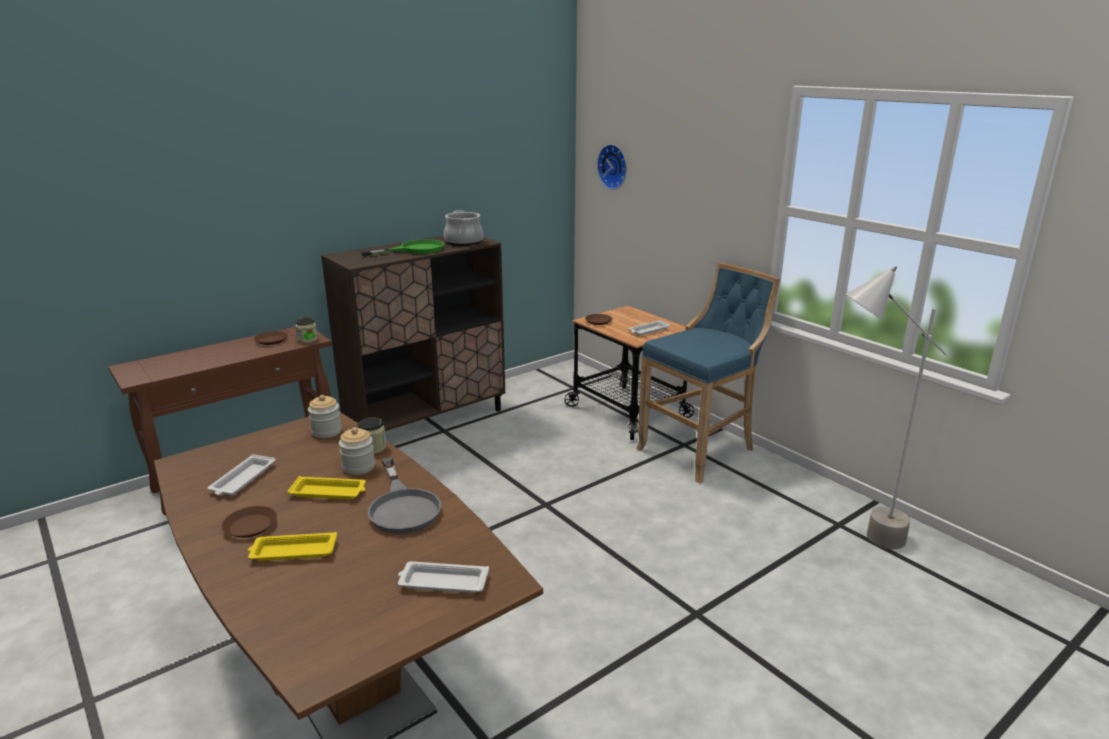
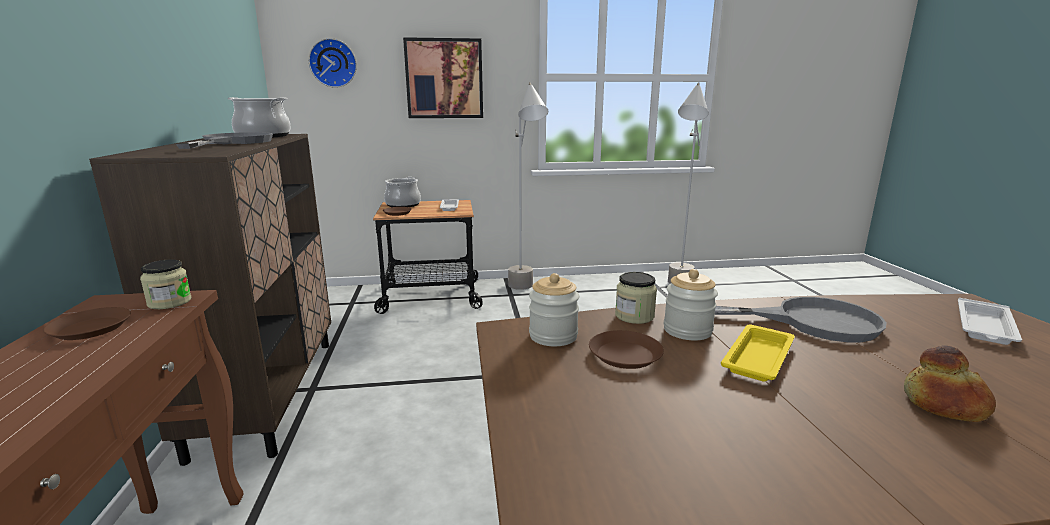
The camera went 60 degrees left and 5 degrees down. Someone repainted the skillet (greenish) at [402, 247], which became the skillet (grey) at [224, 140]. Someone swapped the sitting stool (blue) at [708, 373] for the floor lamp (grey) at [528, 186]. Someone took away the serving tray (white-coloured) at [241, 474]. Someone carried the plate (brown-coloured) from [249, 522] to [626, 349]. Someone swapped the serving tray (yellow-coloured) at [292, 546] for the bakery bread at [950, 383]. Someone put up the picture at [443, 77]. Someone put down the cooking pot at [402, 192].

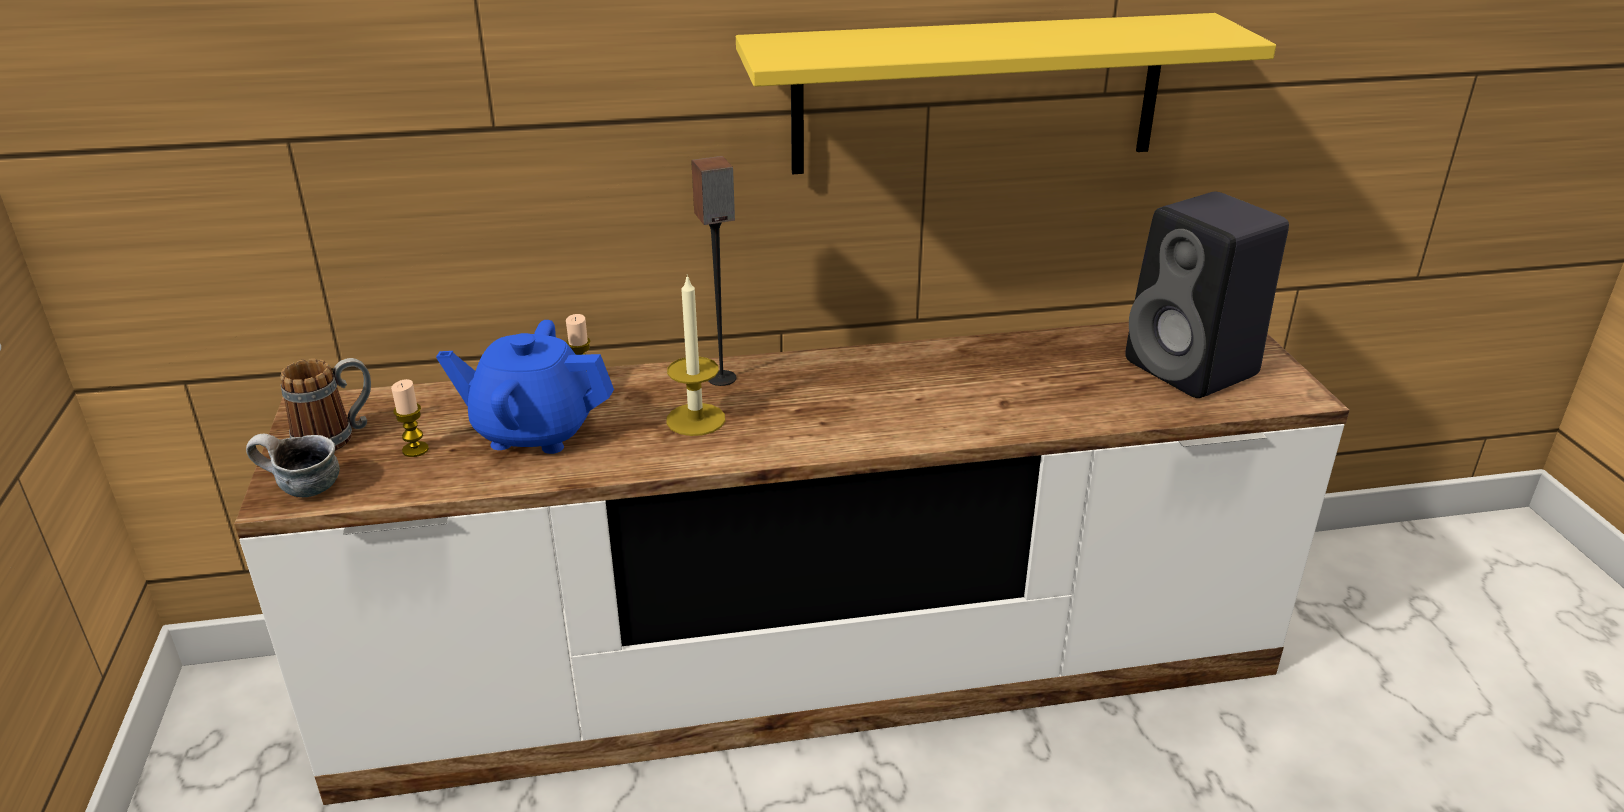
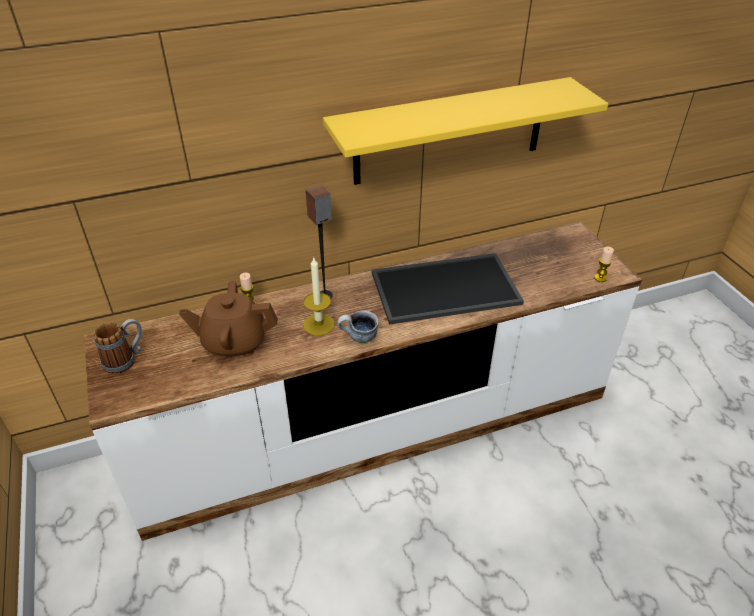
The camera went 10 degrees left and 10 degrees up. Someone took away the speaker (black-coloured) at [1207, 294]. Someone repainted the pot for tea (blue) at [525, 387], which became the pot for tea (brown-coloured) at [228, 319]. Someone carried the candle from [410, 418] to [604, 264]. Someone carried the coffee mug from [293, 465] to [358, 326]. Someone put down the serving tray at [448, 289].

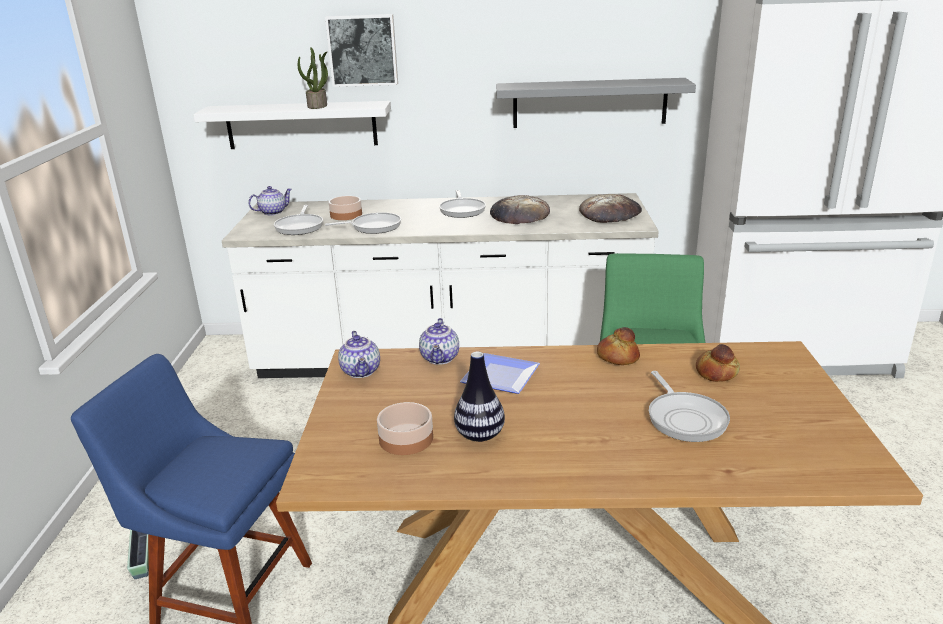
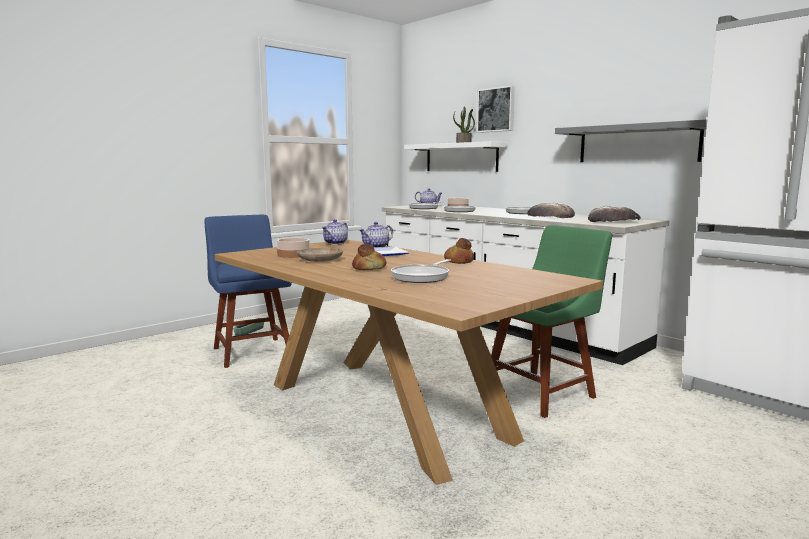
The camera went 45 degrees right and 15 degrees down. Someone carried the bakery bread from [718, 363] to [369, 256]. Someone swapped the decorative vase at [479, 397] for the plate (sand-coloured) at [320, 255].

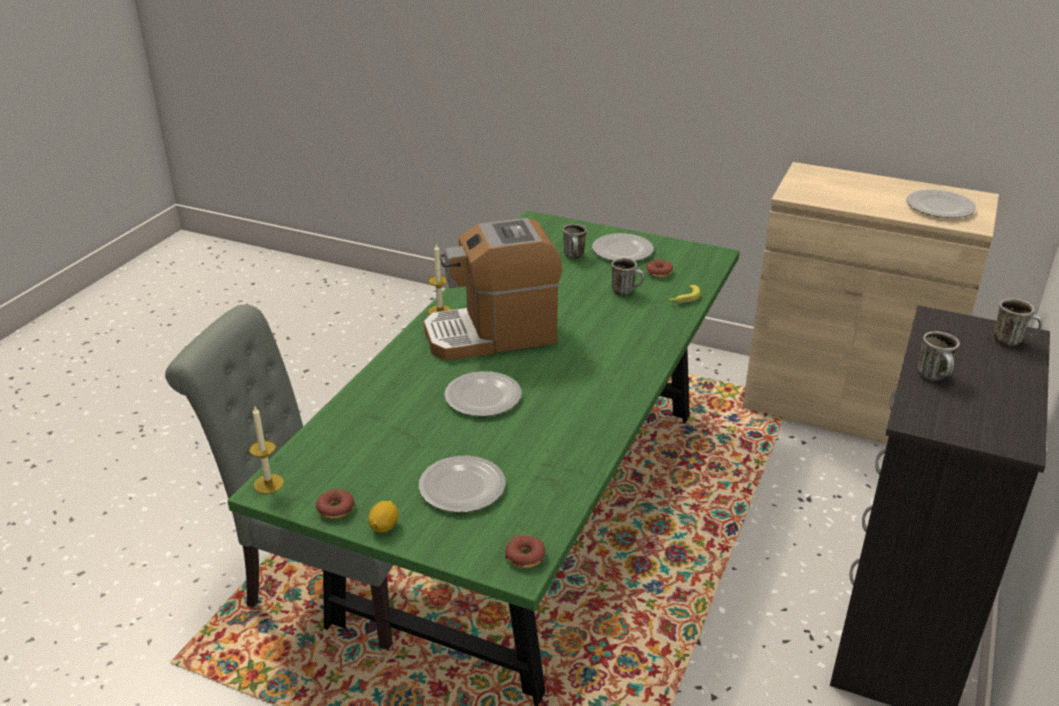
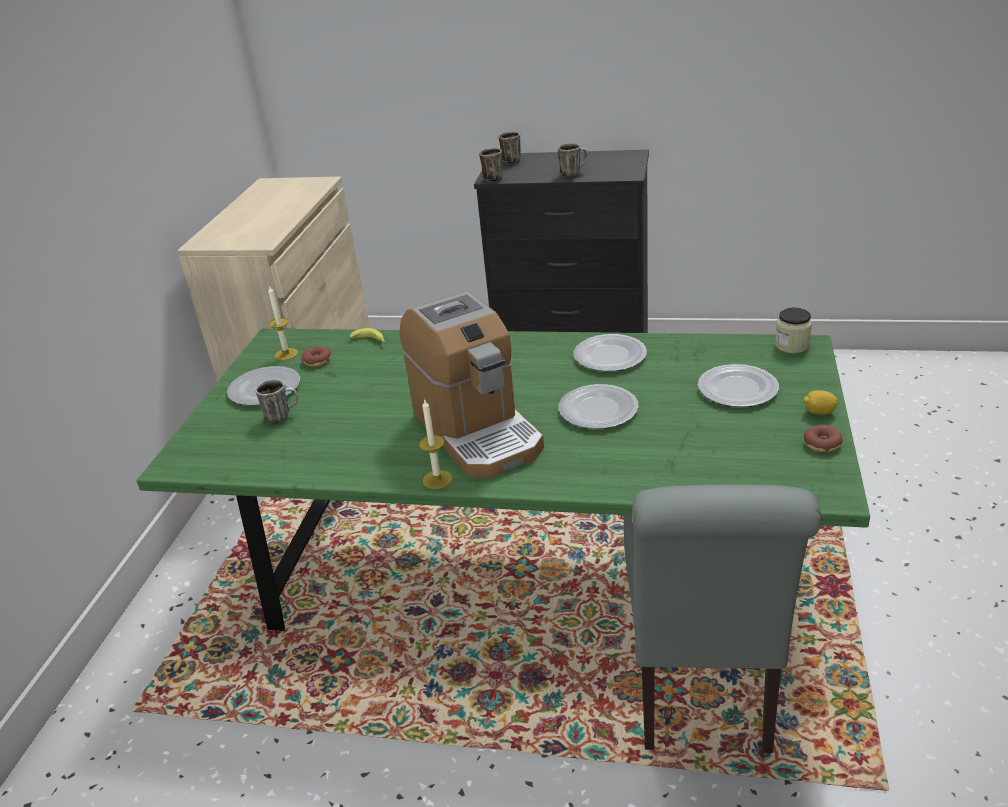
The camera went 100 degrees left and 0 degrees up. Someone carried the plate from [941, 203] to [610, 352]. Someone carried the coffee mug from [628, 276] to [491, 165]. Someone carried the candle from [266, 450] to [283, 322]. Someone swapped the ring doughnut at [525, 551] for the preserve jar at [793, 330].

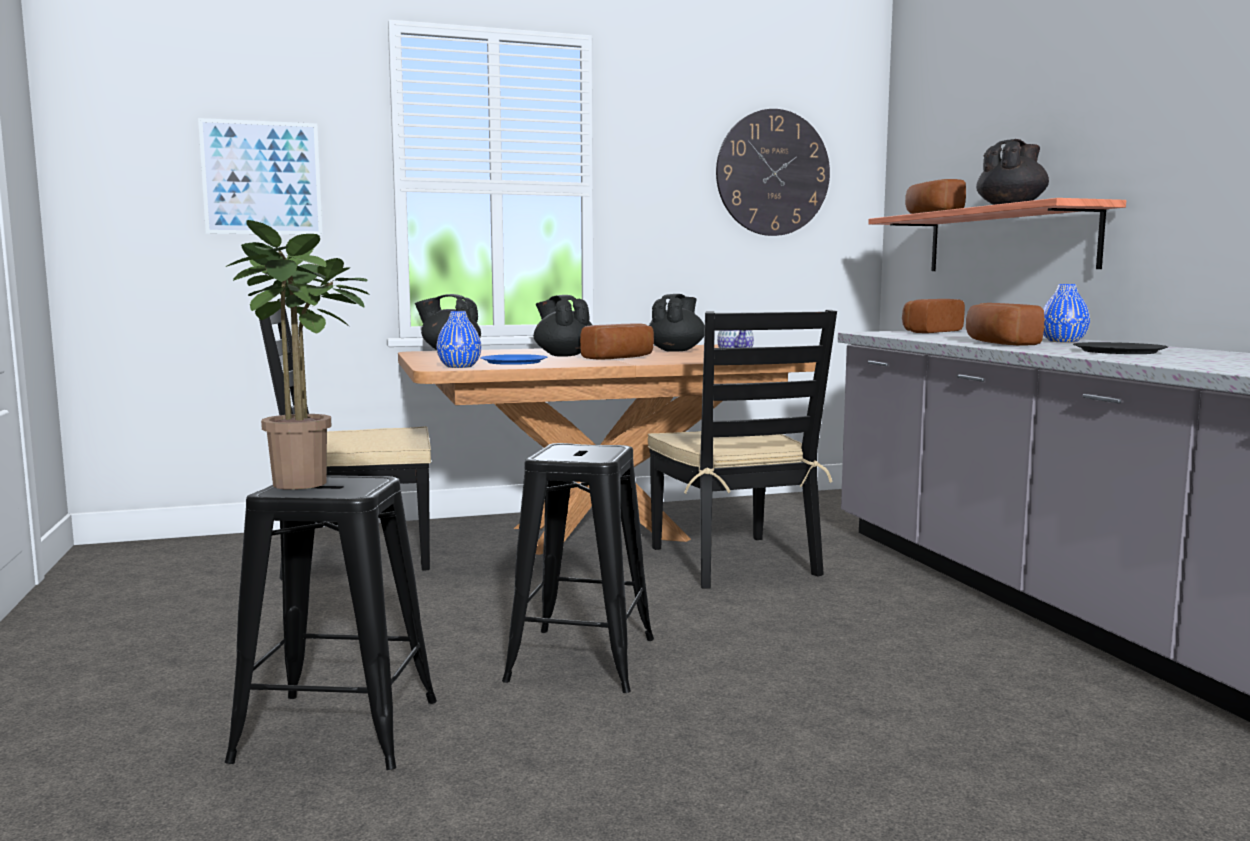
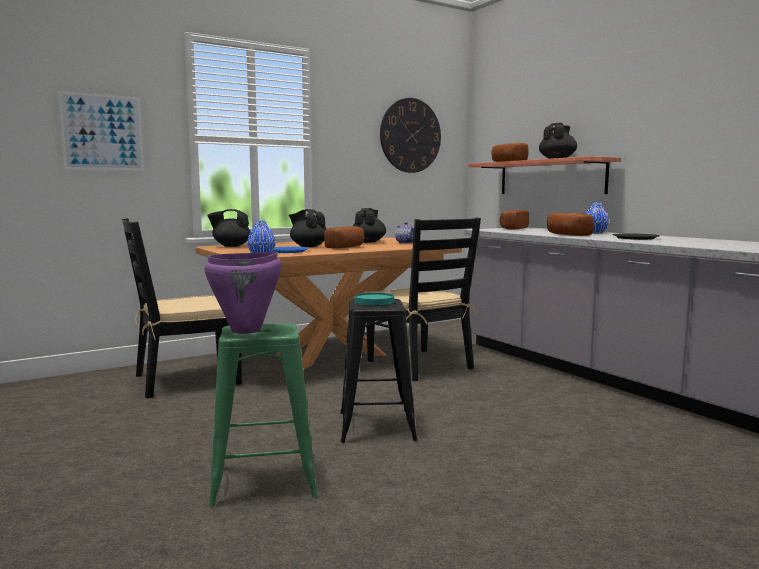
The camera went 15 degrees left and 0 degrees up. Someone swapped the potted plant at [298, 355] for the cooking pot (purple-coloured) at [243, 292]. Someone repainted the sitting stool (black-coloured) at [331, 622], which became the sitting stool (greenish) at [263, 415]. Someone put down the plate (blue-green) at [374, 299].

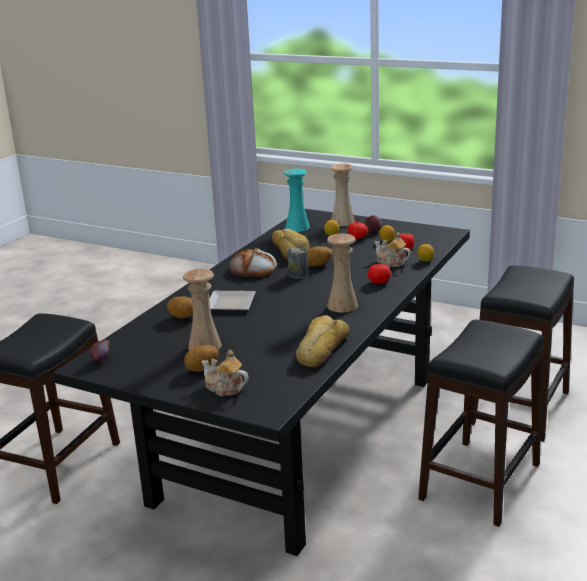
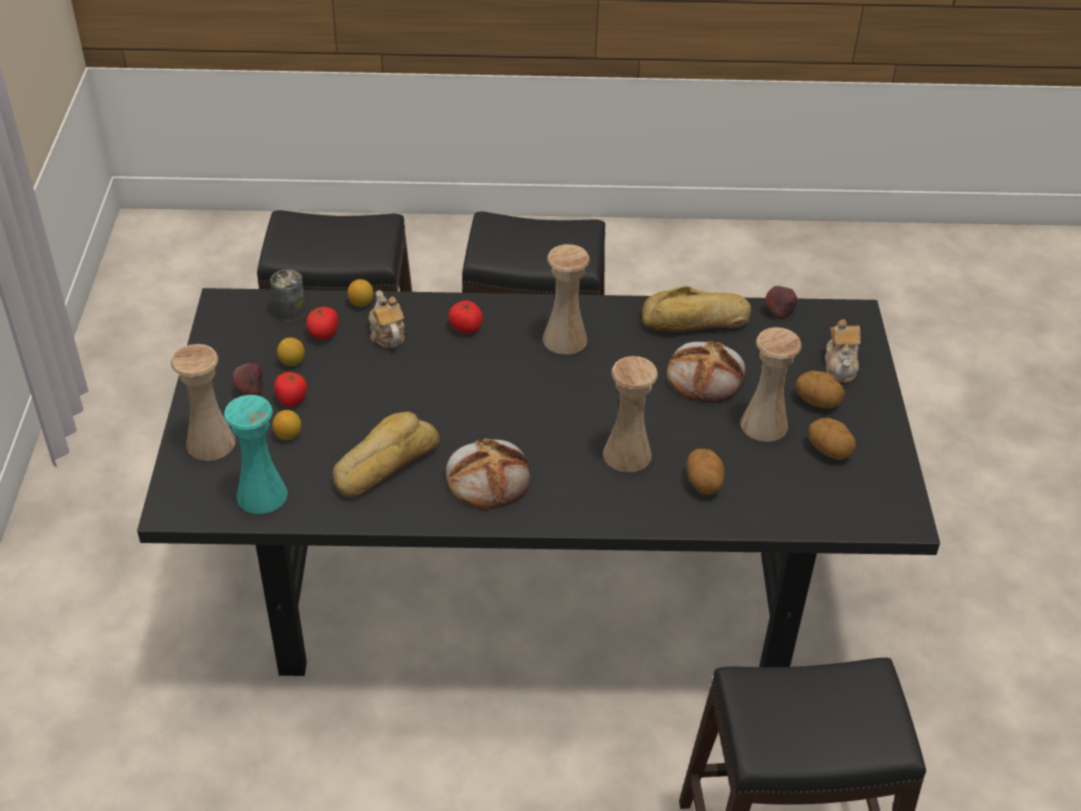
The camera went 120 degrees left and 20 degrees up. Someone rotated the pot for tea at [392, 249] by 150 degrees clockwise. Someone carried the potato from [319, 256] to [832, 439]. Someone carried the sealed can from [297, 263] to [288, 295]. Someone swapped the plate at [232, 300] for the decorative vase (sand-coloured) at [630, 414]. Someone carried the apple fruit from [100, 351] to [781, 302]. Someone put down the bakery bread at [706, 372].

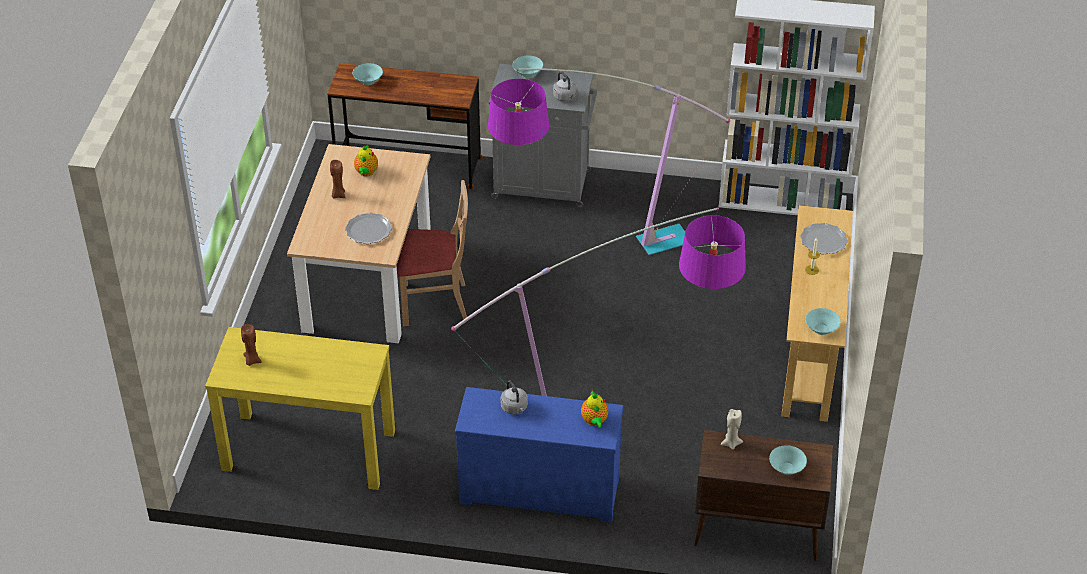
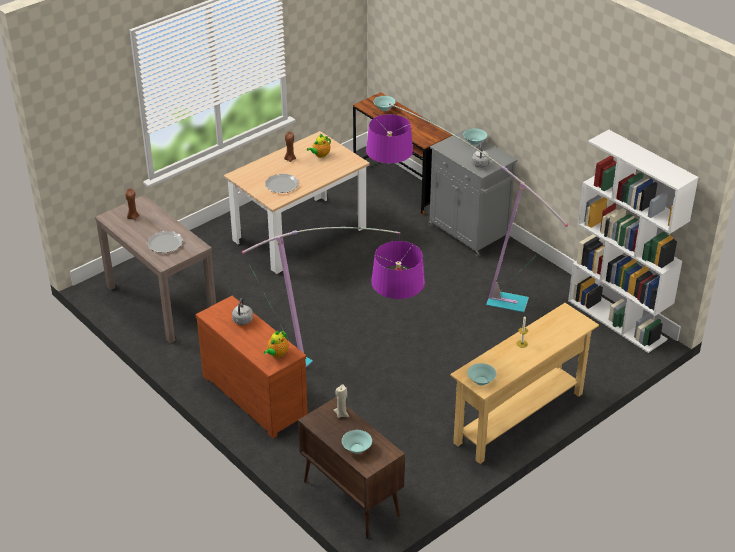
The camera went 40 degrees right and 5 degrees down. Someone took away the chair (sand-coloured) at [432, 253]. Someone carried the plate from [824, 239] to [164, 242]. Someone repainted the narrow table (yellow-coloured) at [300, 408], which became the narrow table (brown-coloured) at [155, 269]. Someone repainted the drawer chest (blue) at [539, 455], which became the drawer chest (brown-coloured) at [252, 367].

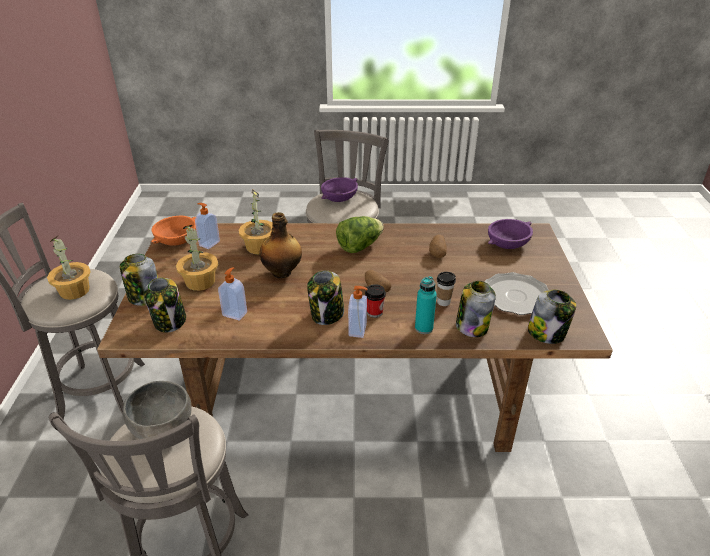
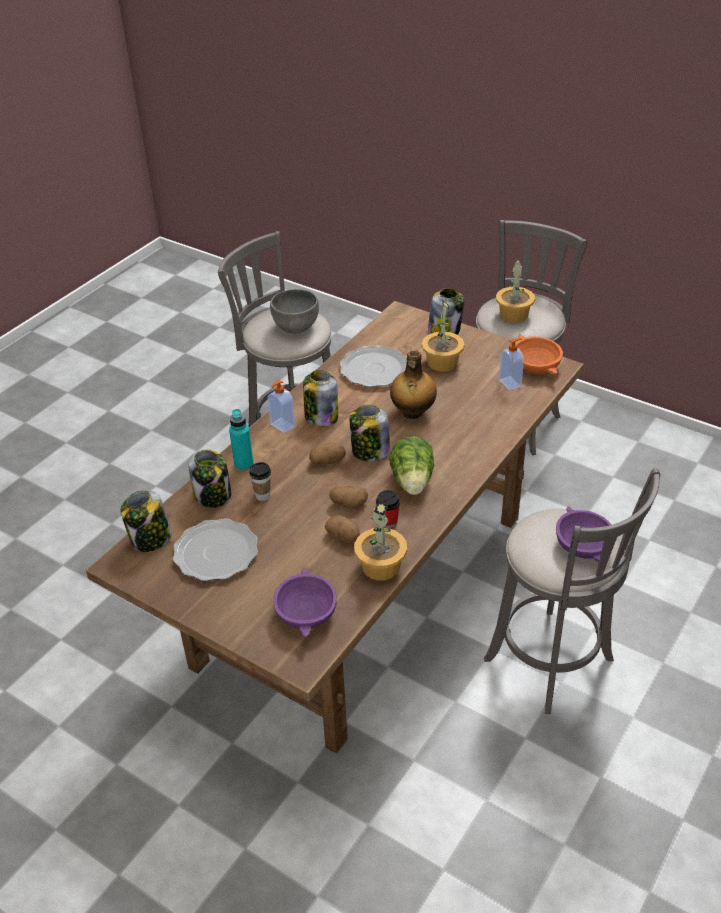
The camera went 125 degrees right and 5 degrees up. Someone carried the potted plant from [256, 221] to [380, 541]. Someone swapped the soap bottle at [232, 293] for the plate at [373, 366]. Someone carried the preserve jar from [165, 305] to [370, 433]. Someone carried the small cup from [375, 301] to [388, 509]. Someone put down the potato at [348, 496].

